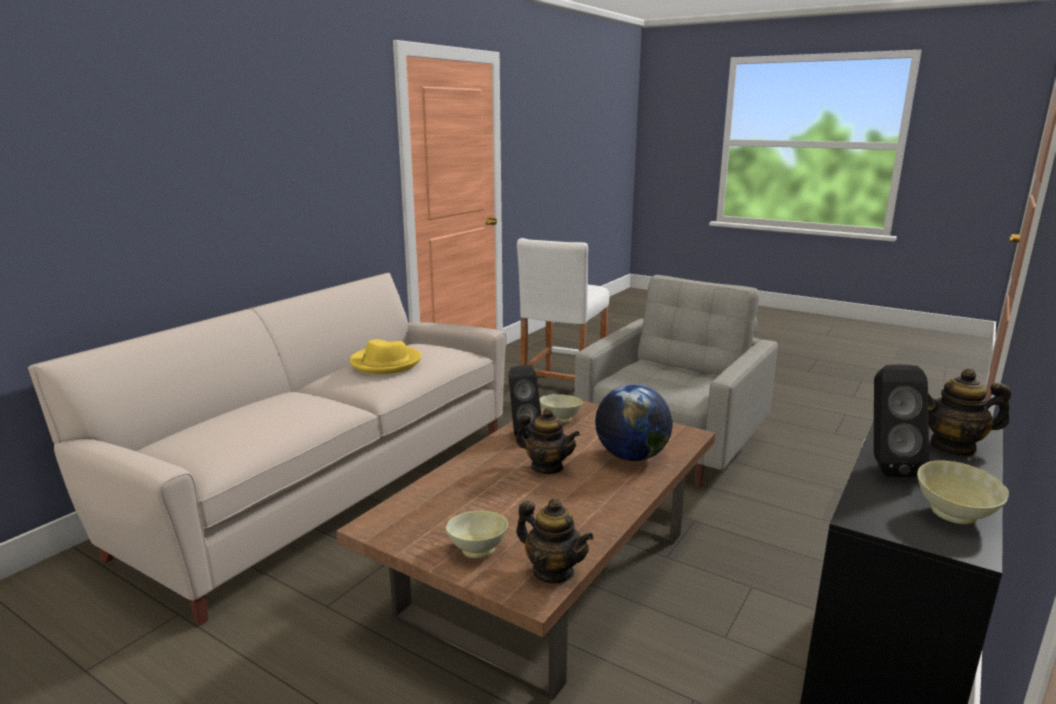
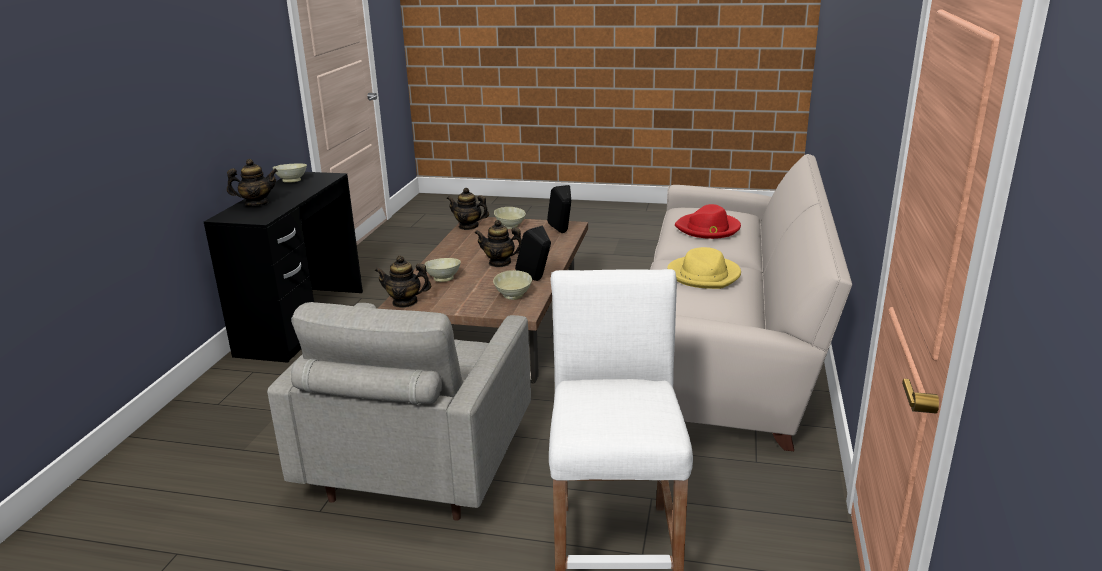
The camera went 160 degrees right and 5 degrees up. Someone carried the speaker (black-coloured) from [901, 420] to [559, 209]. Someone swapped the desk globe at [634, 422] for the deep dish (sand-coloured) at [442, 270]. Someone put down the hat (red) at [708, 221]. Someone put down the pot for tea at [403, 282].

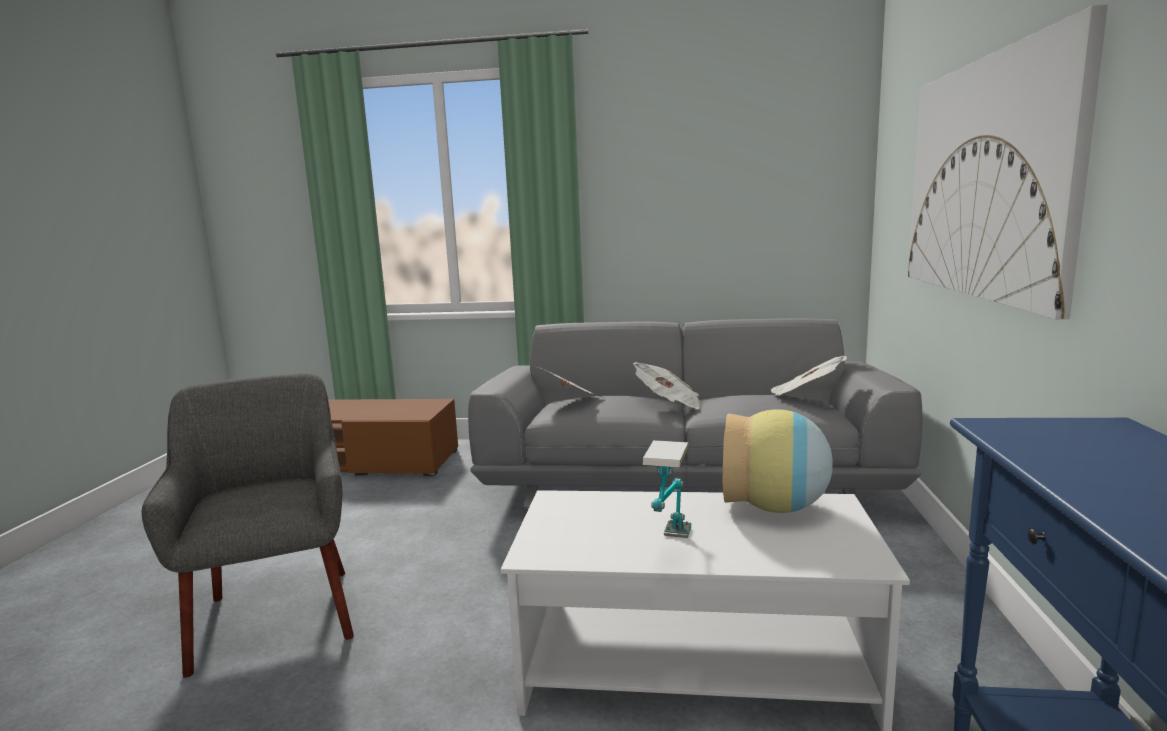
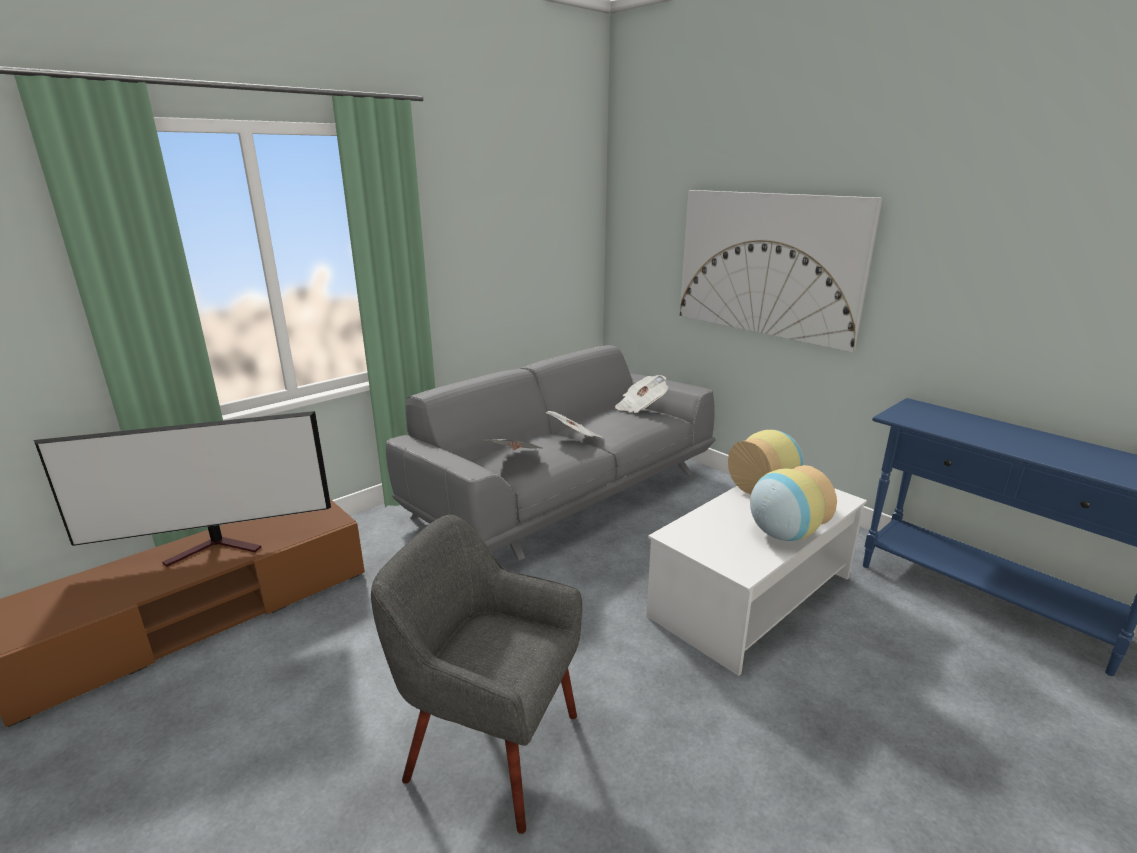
The camera went 50 degrees left and 10 degrees up. Someone swapped the lamp for a table at [666, 489] for the decorative vase at [793, 503]. Someone put down the TV set at [182, 489].

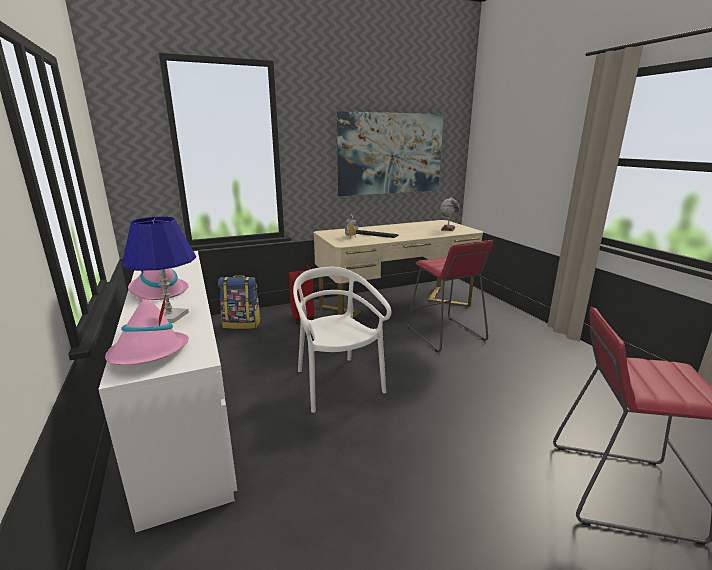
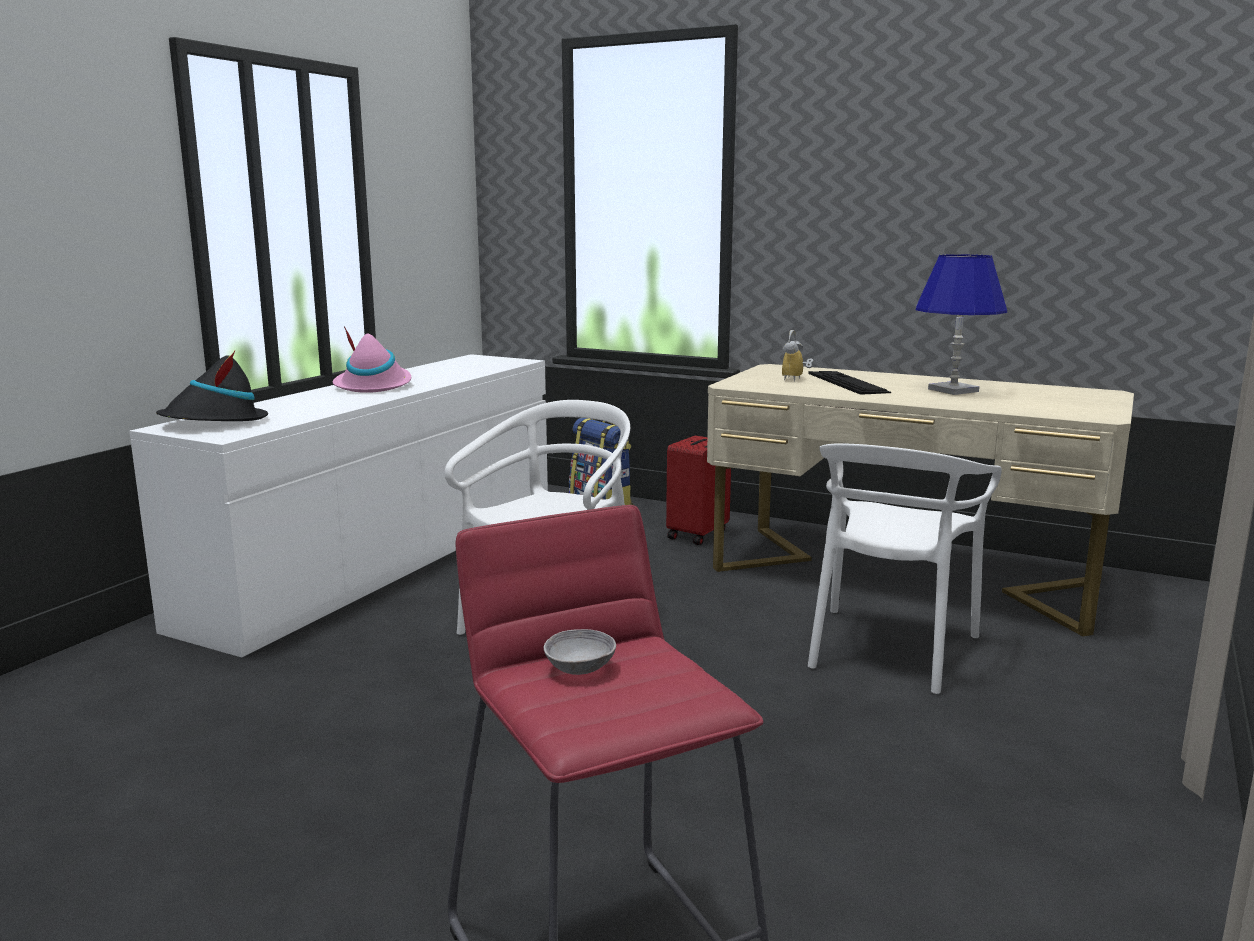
The camera went 50 degrees right and 5 degrees down. Someone took away the picture at [390, 153]. Someone took away the desk globe at [450, 214]. Someone carried the lamp for a table (blue) from [159, 269] to [961, 324]. Someone swapped the sitting stool (red) at [450, 296] for the chair (white-coloured) at [905, 568]. Someone repainted the hat (pinkish) at [147, 329], which became the hat (black-coloured) at [212, 386]. Someone put down the deep dish (grey) at [580, 652].

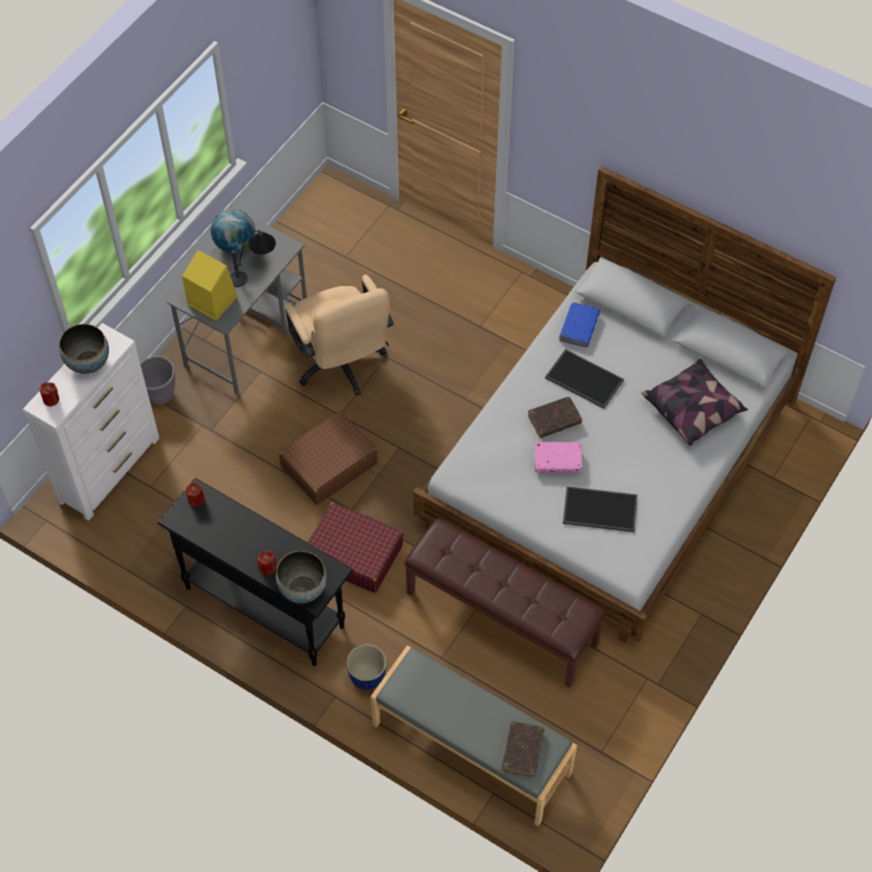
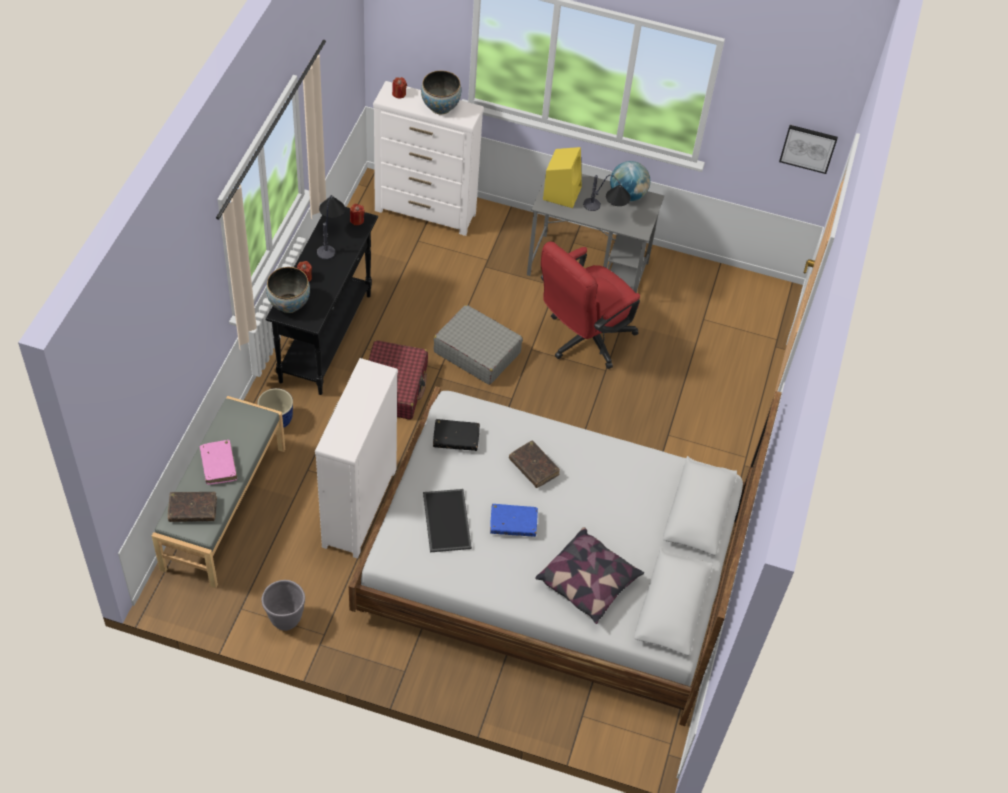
The camera went 70 degrees right and 5 degrees down. Someone repainted the desk chair (sand-coloured) at [339, 335], which became the desk chair (red) at [590, 305]. Someone carried the volume (blue) from [579, 324] to [514, 520]. Someone took away the serving tray at [584, 379]. Someone carried the plant pot (grey) from [157, 380] to [283, 605]. Someone repainted the travel case (brown-coloured) at [328, 458], which became the travel case (grey) at [478, 345]. Someone carried the volume (pinkish) from [558, 457] to [218, 462]. Someone swapped the bench (brown-coloured) at [505, 603] for the drawer chest (white-coloured) at [356, 458]. Someone put up the picture at [808, 149]. Someone put down the lamp for a table at [331, 227]. Someone put down the volume (black-coloured) at [456, 435].

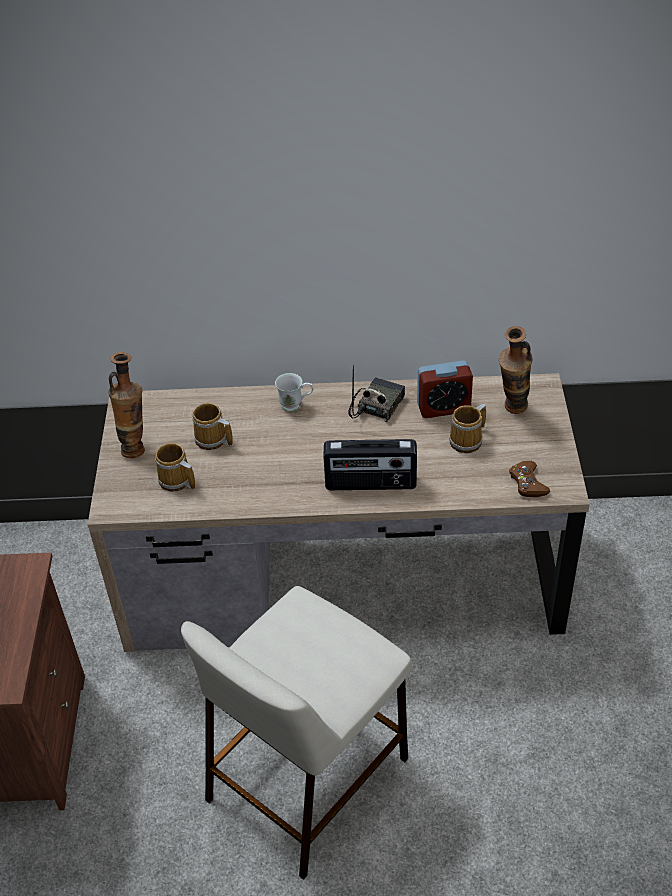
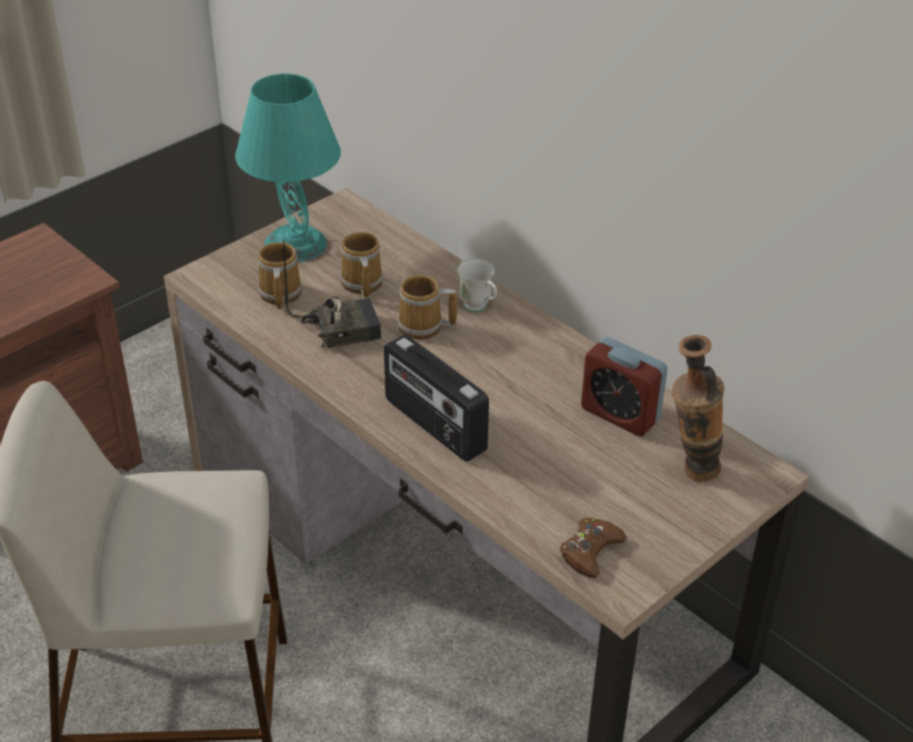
The camera went 45 degrees right and 5 degrees down. Someone swapped the decorative vase at [126, 405] for the lamp for a table (blue-green) at [288, 168]. Someone carried the radio receiver from [376, 393] to [332, 294]. Someone carried the coffee mug from [467, 428] to [427, 307].

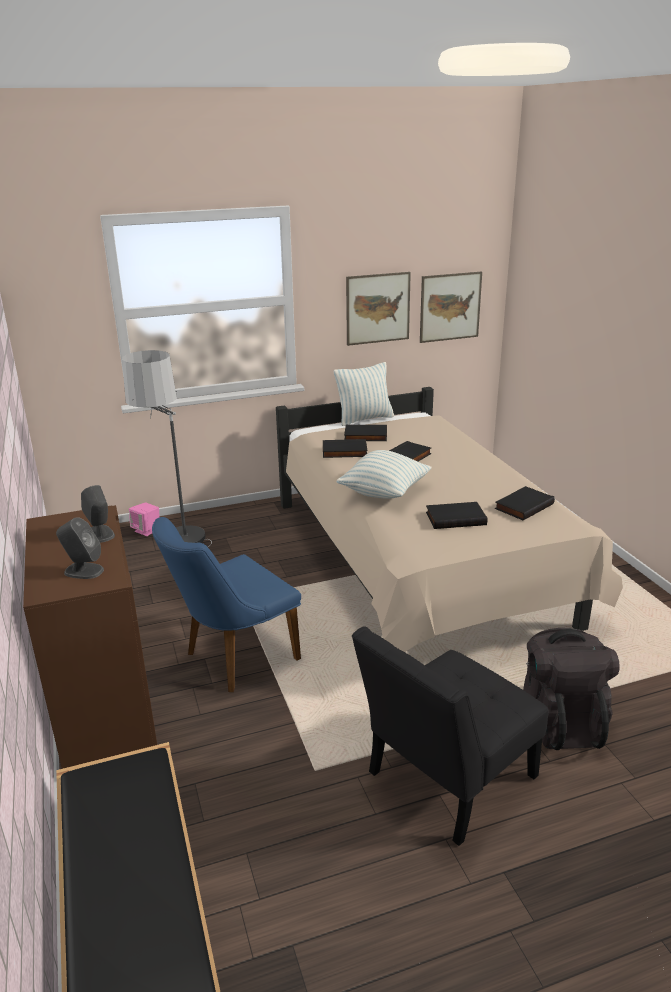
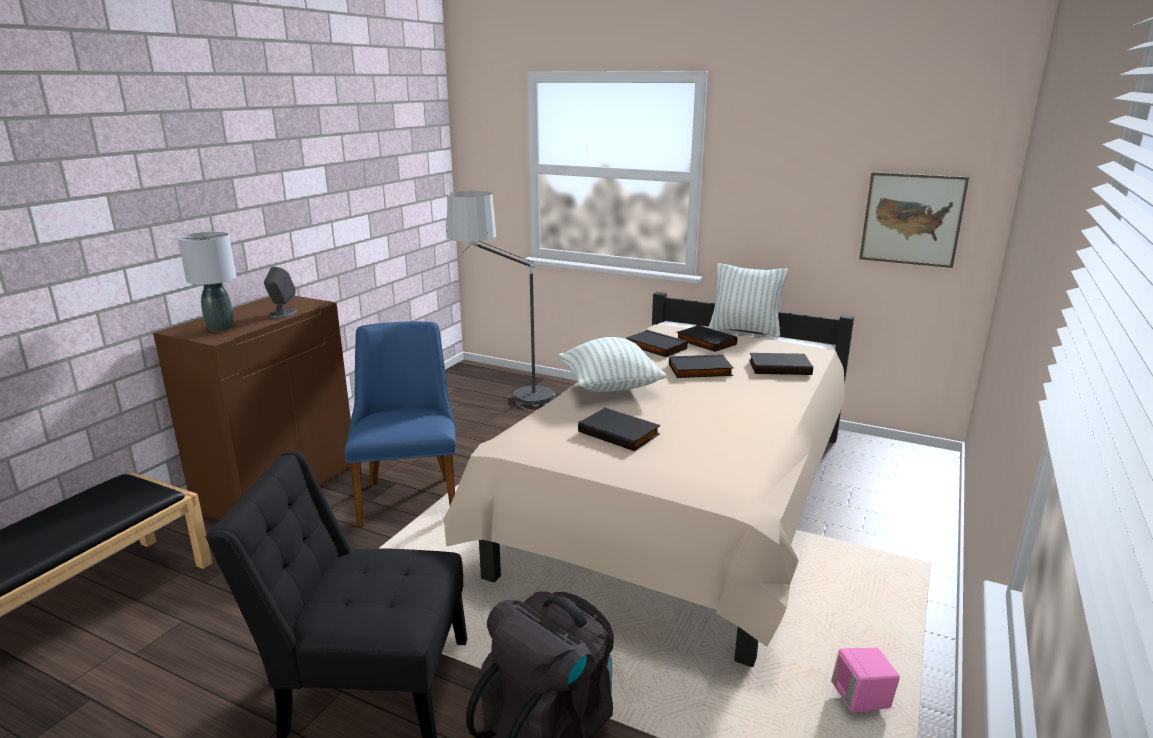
The camera went 45 degrees right and 5 degrees down. Someone took away the picture at [378, 309]. Someone carried the volume (black-coloured) from [525, 503] to [781, 364]. Someone carried the speaker (pinkish) from [144, 519] to [865, 680]. Someone swapped the speaker (grey) at [80, 548] for the lamp for a table (grey) at [207, 282]. Someone rotated the chair (blue) at [226, 604] by 75 degrees clockwise.

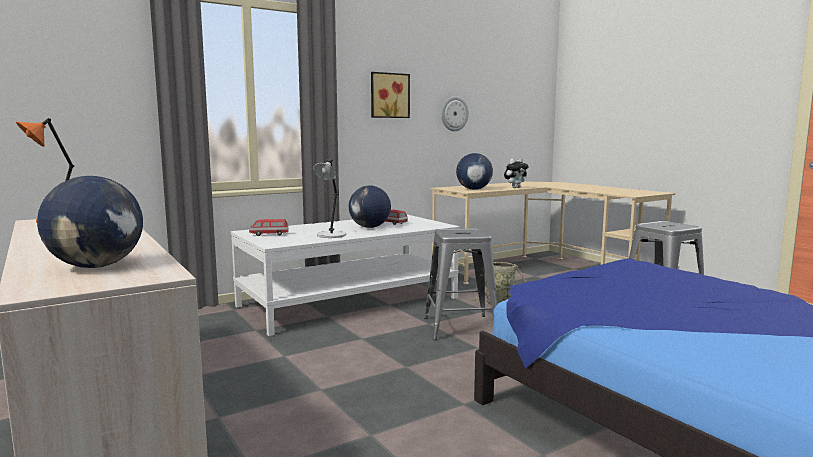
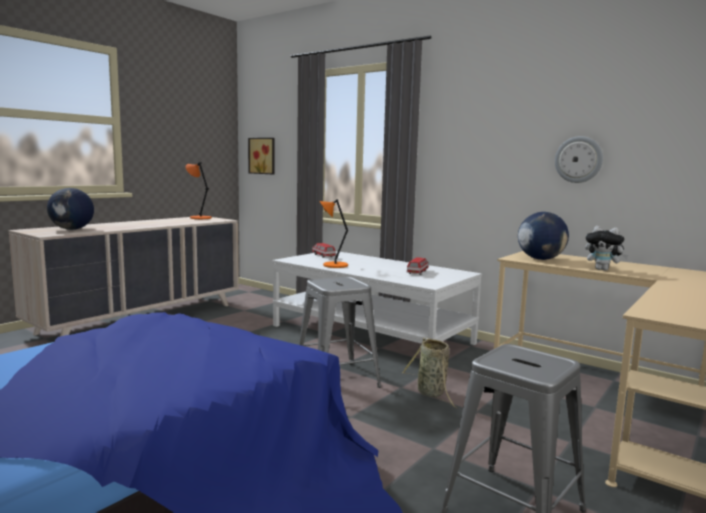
The camera went 70 degrees right and 0 degrees up. Someone carried the picture from [390, 95] to [261, 156]. Someone repainted the lamp for a table (grey) at [329, 198], which became the lamp for a table (orangey) at [334, 233]. Someone took away the desk globe at [370, 207].

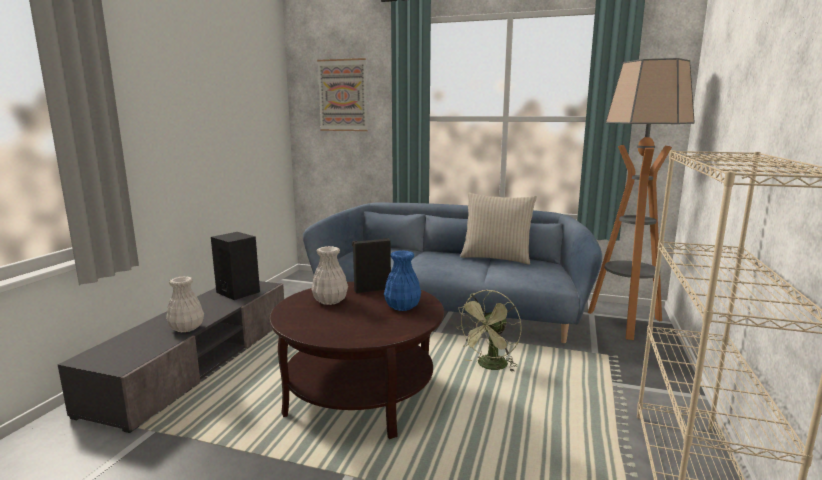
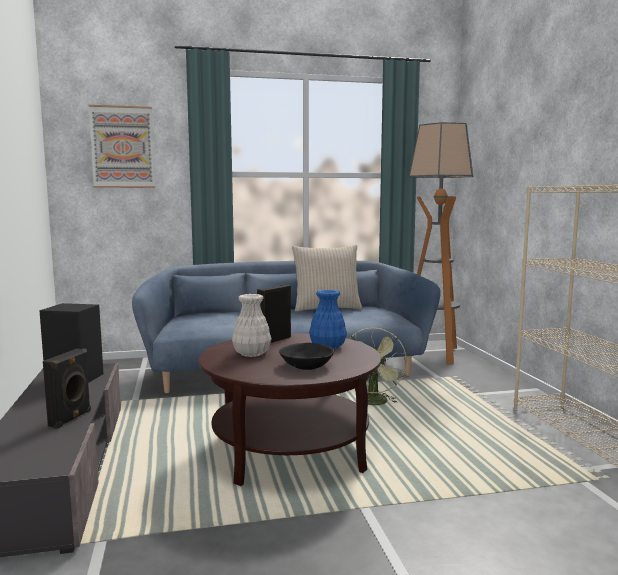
The camera went 30 degrees left and 5 degrees down. Someone swapped the decorative vase (white-coloured) at [185, 304] for the speaker (black-coloured) at [67, 388]. Someone put down the deep dish (black-coloured) at [306, 356].

